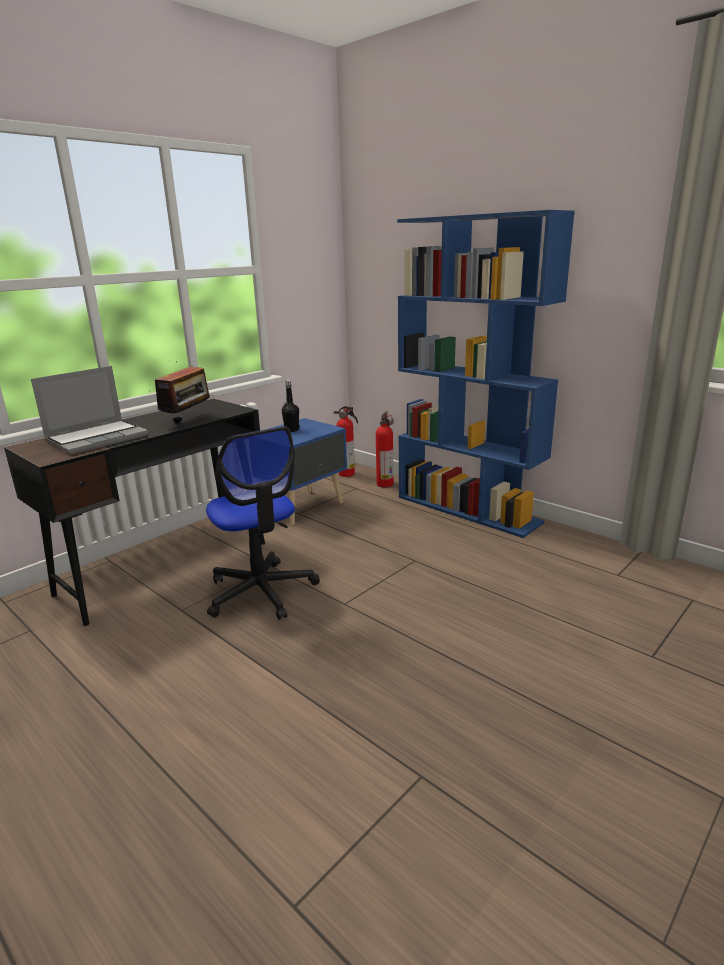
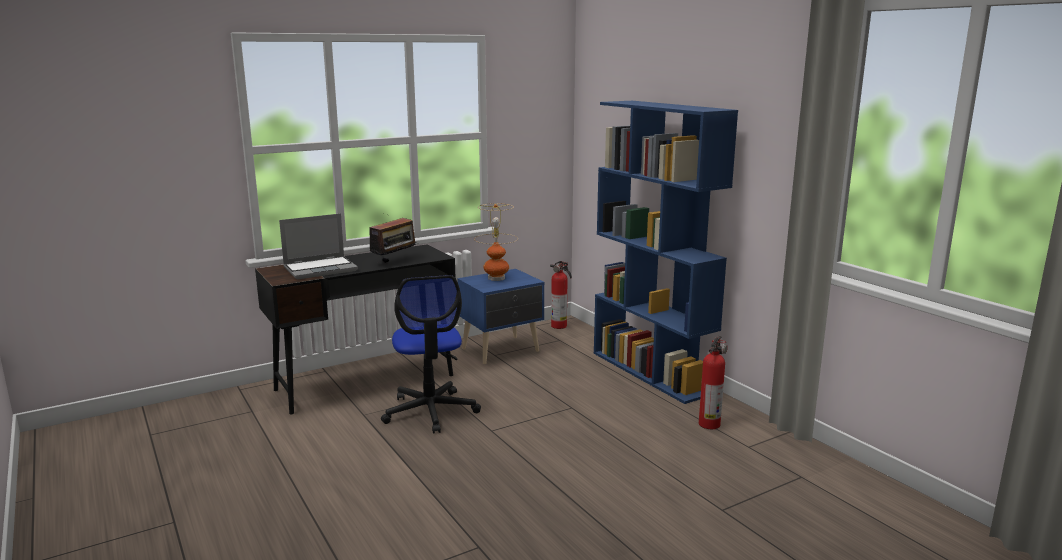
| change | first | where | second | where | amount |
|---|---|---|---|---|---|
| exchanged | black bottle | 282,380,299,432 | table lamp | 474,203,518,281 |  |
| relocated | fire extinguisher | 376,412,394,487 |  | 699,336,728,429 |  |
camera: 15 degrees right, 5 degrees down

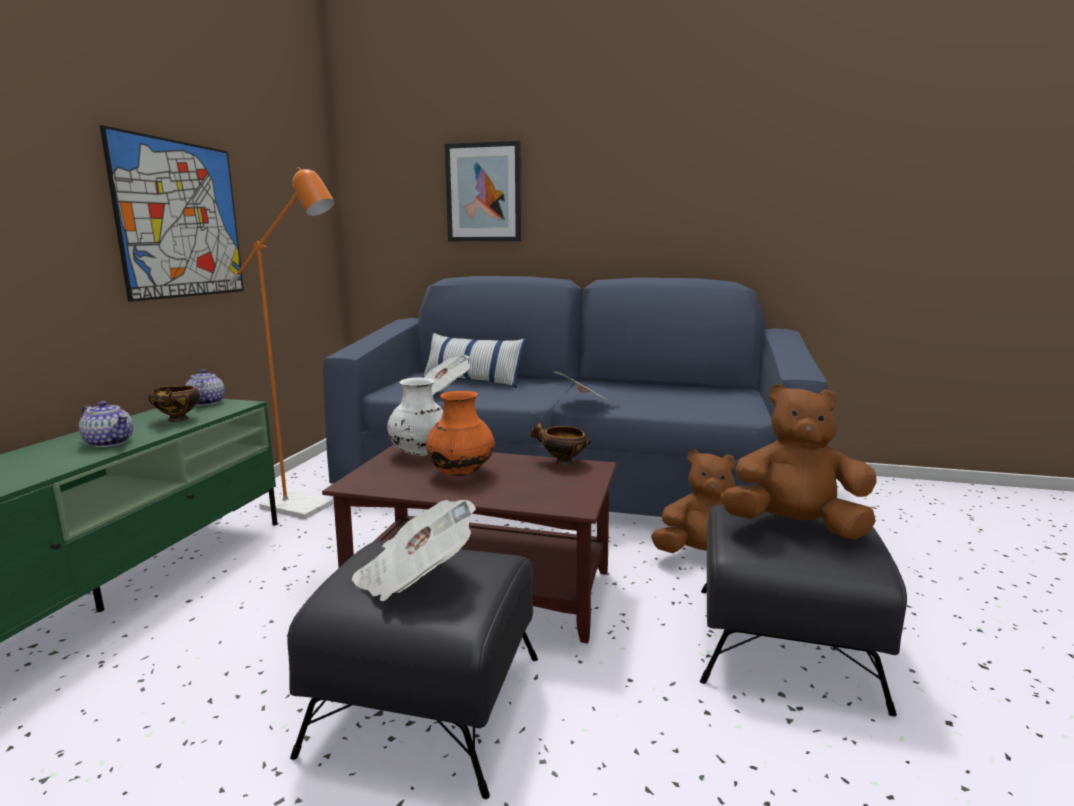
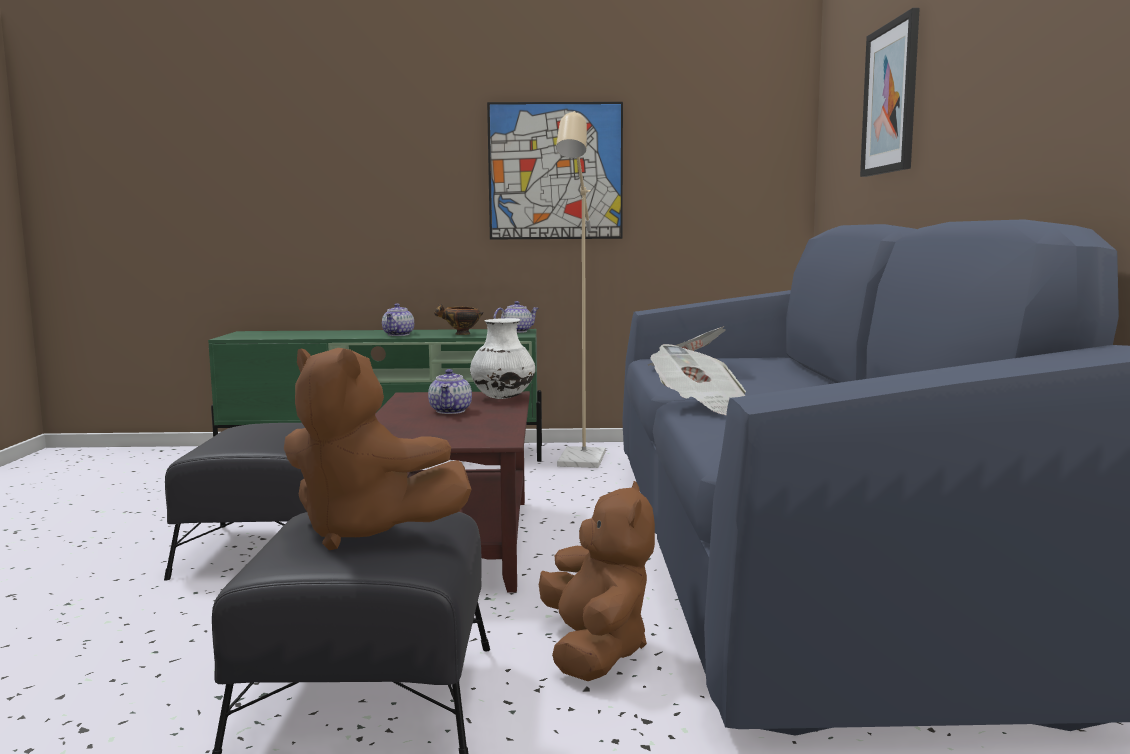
| change | first | where | second | where | amount |
|---|---|---|---|---|---|
| colour | orange floor lamp | 228,167,335,519 | beige floor lamp | 556,111,605,468 |  |
| missing | newspaper | 352,500,476,601 |  |  |  |
| missing | pillow | 422,333,526,388 |  |  |  |
| exchanged | orange vase | 426,391,495,476 | teapot | 428,369,472,414 |  |
| missing | bowl | 530,422,592,466 |  |  |  |
| spun | brown plush toy | 721,384,876,540 |  | 284,348,472,550 | 120 degrees clockwise |
camera: 75 degrees right, 5 degrees down

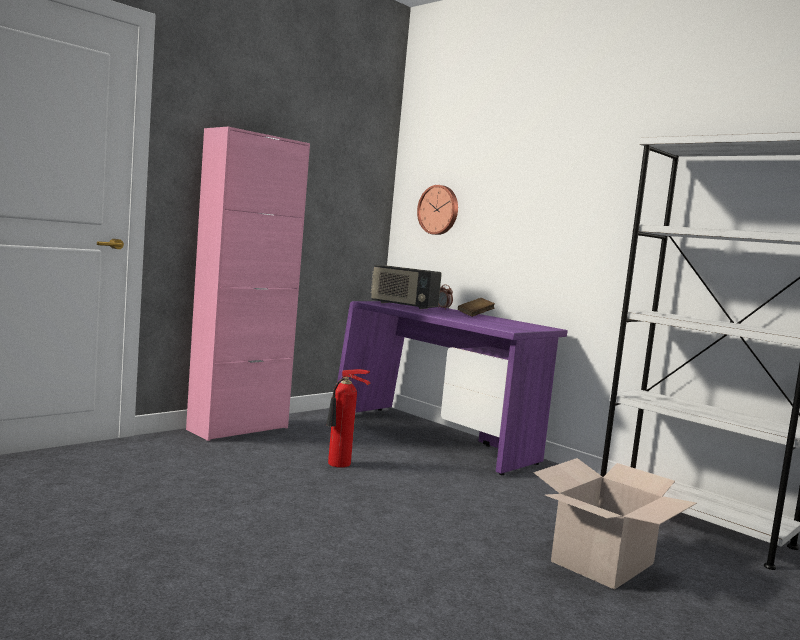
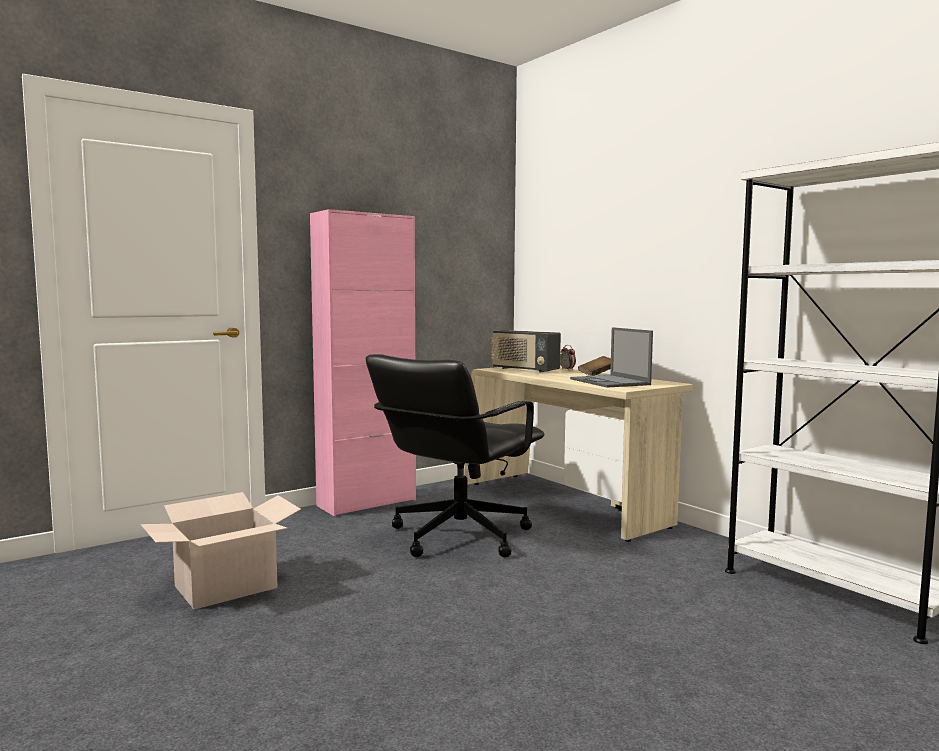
| change | first | where | second | where | amount |
|---|---|---|---|---|---|
| exchanged | fire extinguisher | 326,369,371,468 | black office chair | 366,354,544,558 |  |
| colour | purple desk | 337,301,568,475 | beige desk | 464,367,693,542 |  |
| missing | wall clock | 417,185,458,235 |  |  |  |
| relocated | cardboard box | 534,458,697,590 |  | 141,492,301,610 |  |
| appeared |  |  | laptop | 570,327,653,388 |  |
camera: 10 degrees right, 0 degrees up

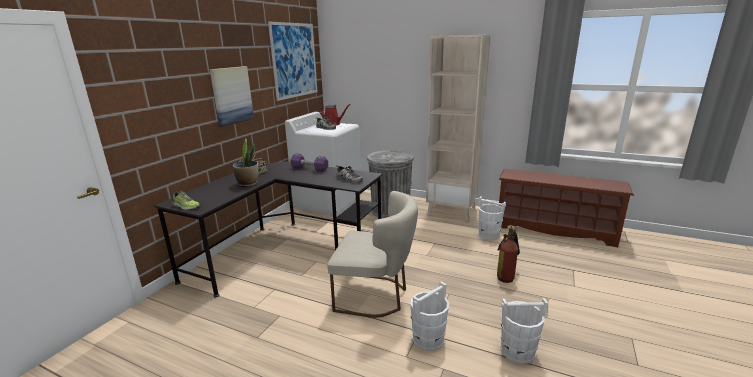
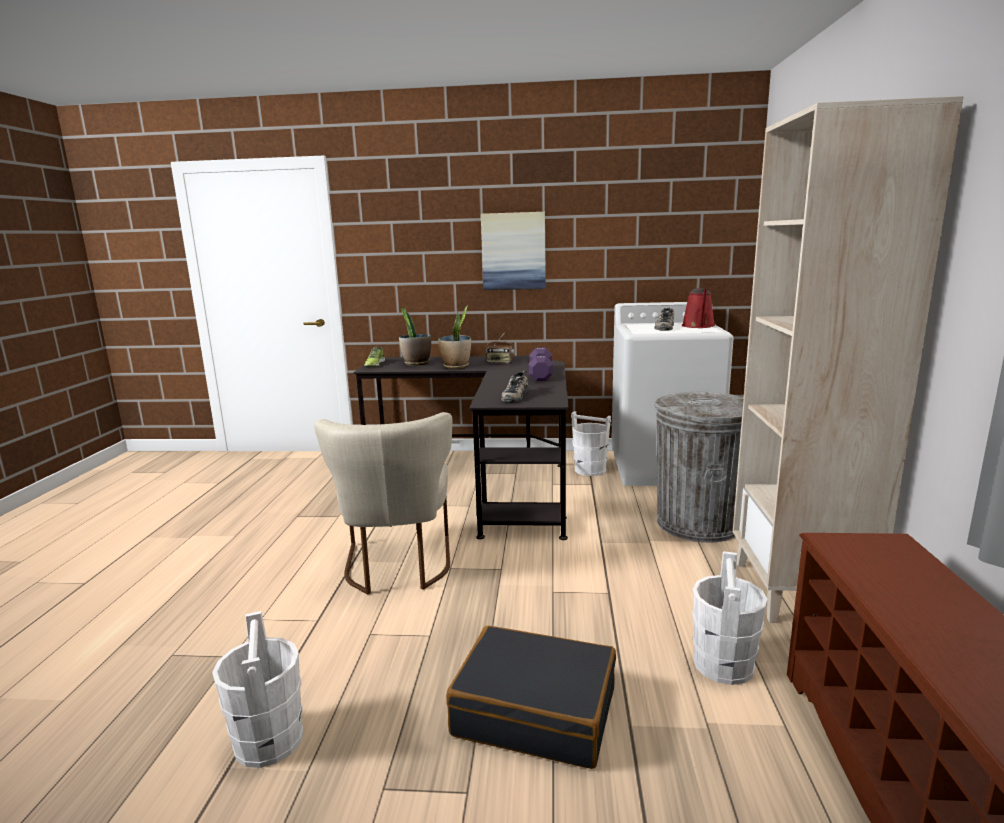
| change | first | where | second | where | amount |
|---|---|---|---|---|---|
| missing | picture | 268,21,318,101 |  |  |  |
| relocated | white bucket | 410,281,449,351 |  | 571,411,611,476 |  |
| exchanged | fire extinguisher | 497,225,520,283 | black suitcase | 446,626,616,769 |  |
| appeared |  |  | potted plant | 399,307,431,366 |  |
camera: 70 degrees right, 5 degrees down

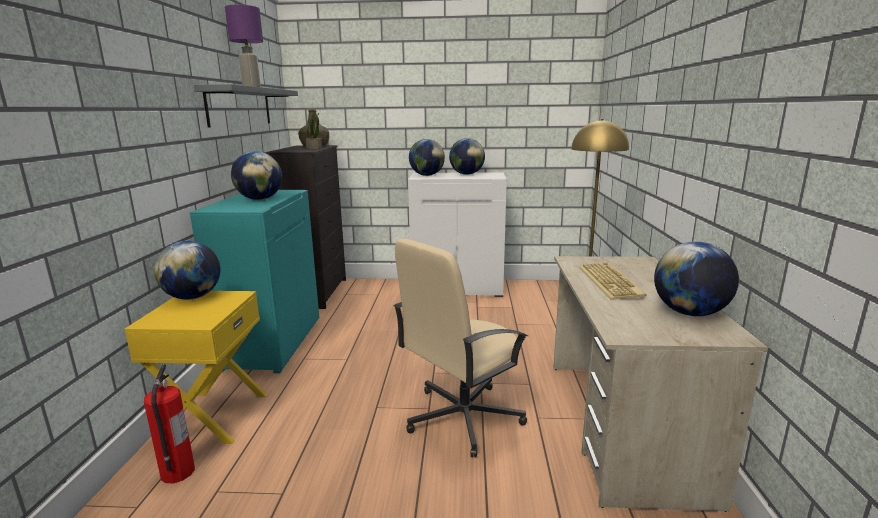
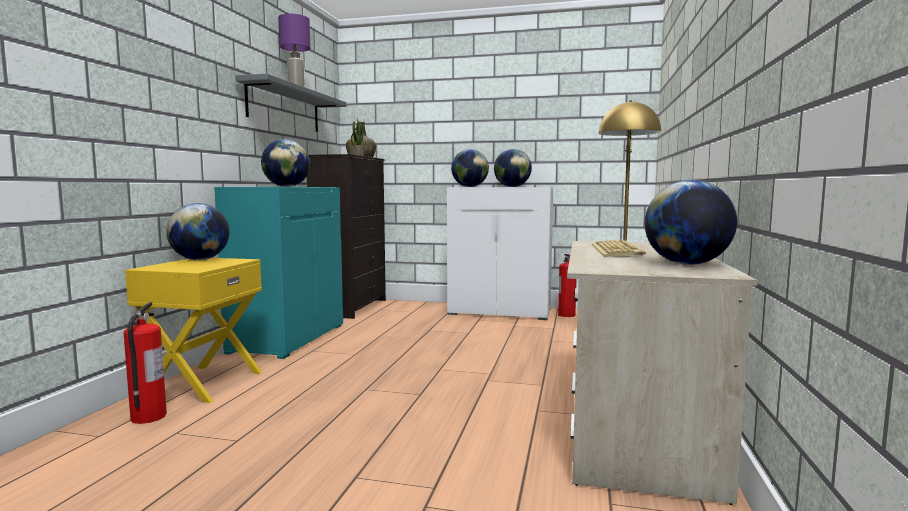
| change | first | where | second | where | amount |
|---|---|---|---|---|---|
| missing | beige office chair | 394,239,528,457 |  |  |  |
| appeared |  |  | fire extinguisher | 558,254,576,317 |  |
camera: 10 degrees right, 10 degrees down

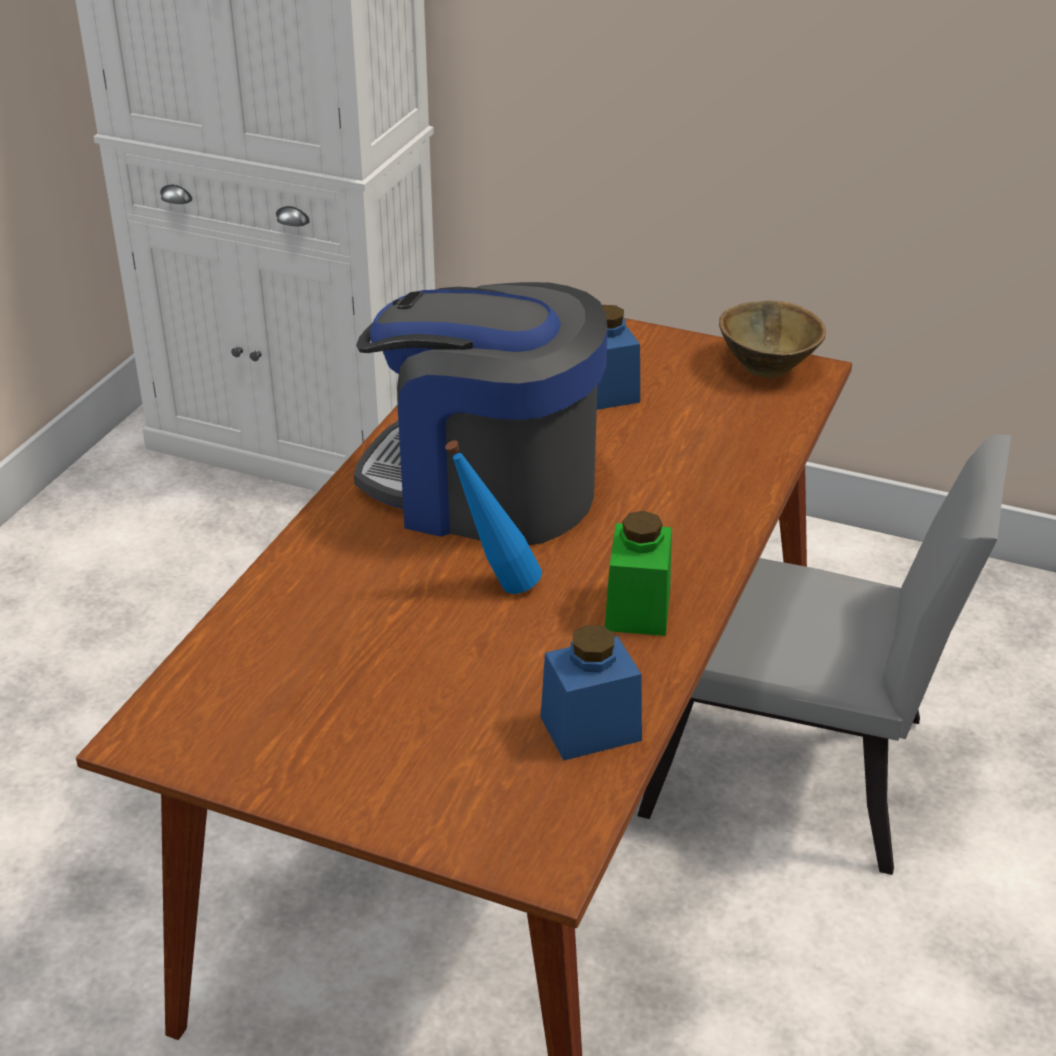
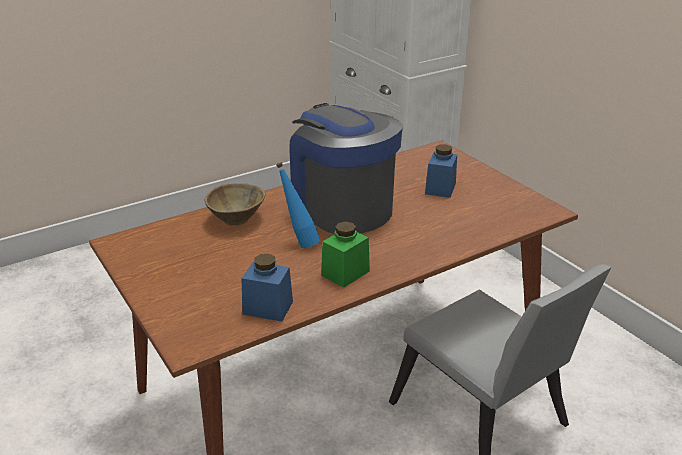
| change | first | where | second | where | amount |
|---|---|---|---|---|---|
| relocated | brown bowl | 719,301,826,378 |  | 205,183,266,226 |  |
camera: 35 degrees right, 5 degrees down

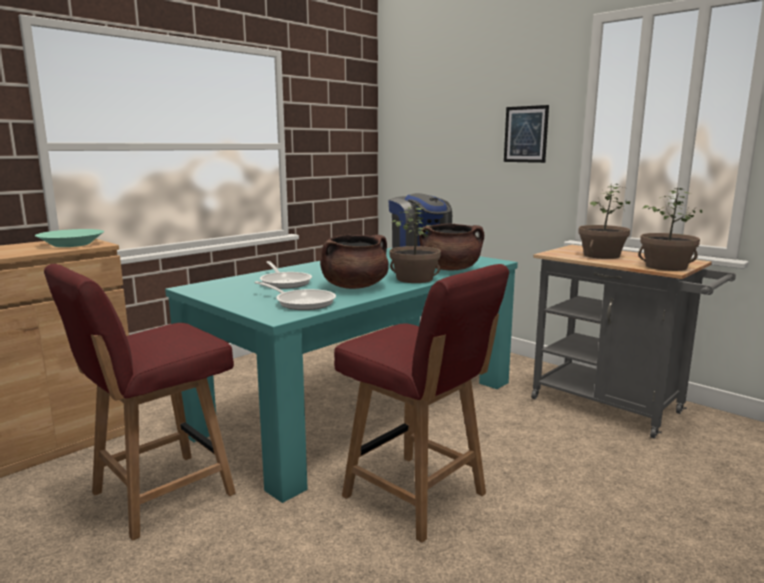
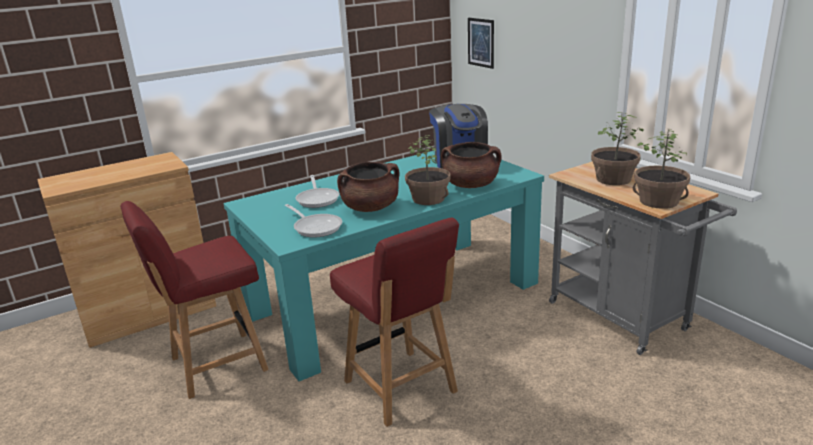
| change | first | where | second | where | amount |
|---|---|---|---|---|---|
| missing | turquoise bowl | 35,229,104,247 |  |  |  |
| relocated | picture | 504,105,549,163 |  | 468,18,494,69 |  |
camera: 15 degrees right, 10 degrees up

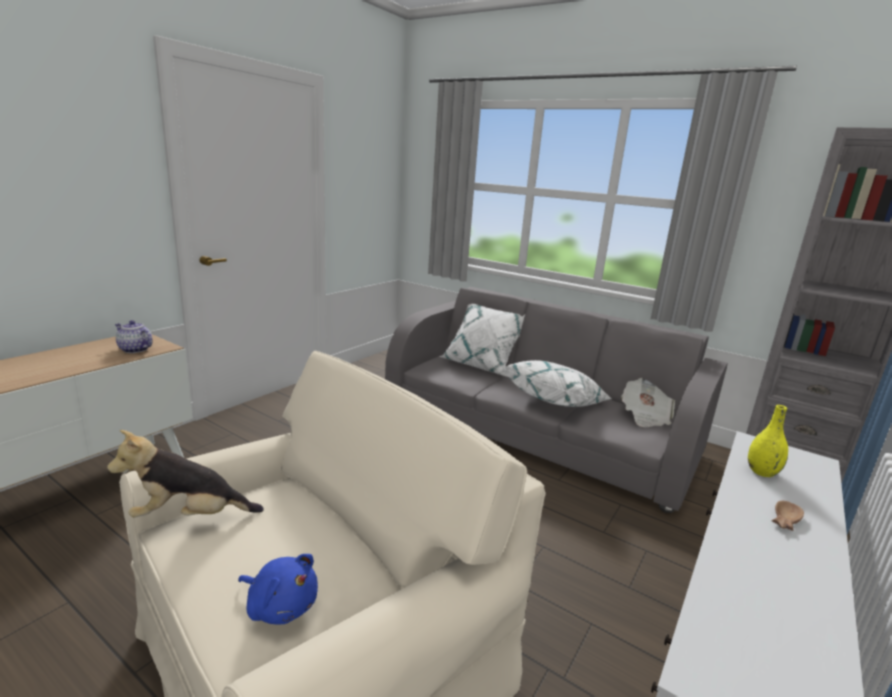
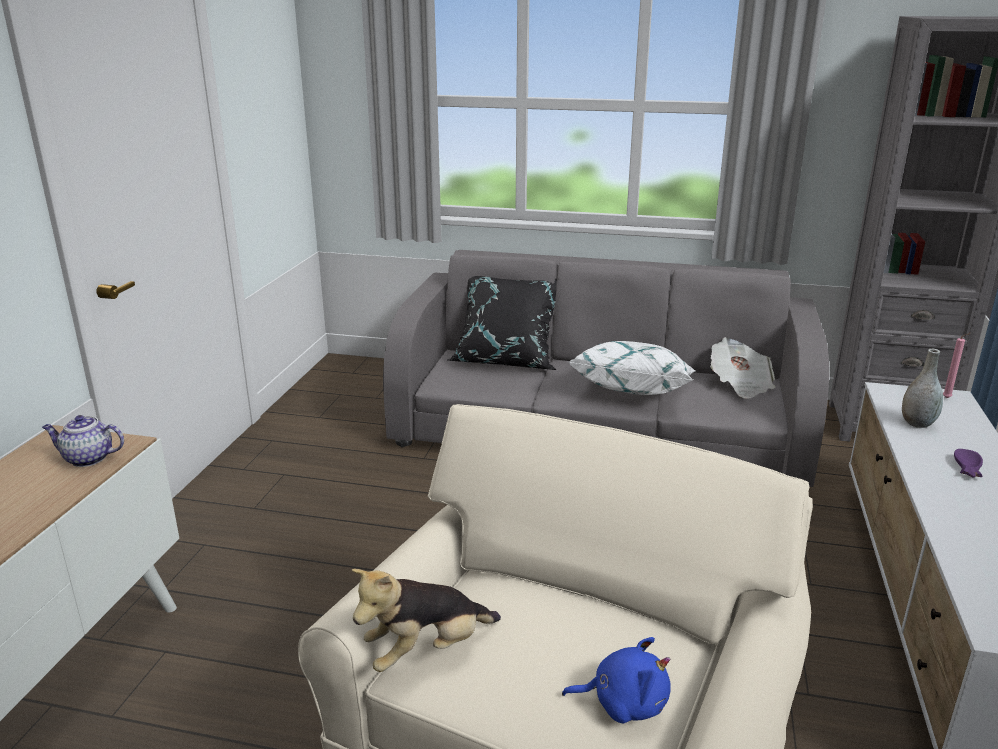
| change | first | where | second | where | amount |
|---|---|---|---|---|---|
| colour | white pillow | 440,304,525,377 | black pillow | 448,276,557,370 |  |
| colour | yellow vase | 748,405,788,477 | grey vase | 902,349,943,428 |  |
| colour | brown bowl | 771,501,804,531 | purple bowl | 954,449,983,478 |  |
| appeared |  |  | pink candle | 943,333,970,398 |  |
camera: 20 degrees left, 5 degrees up

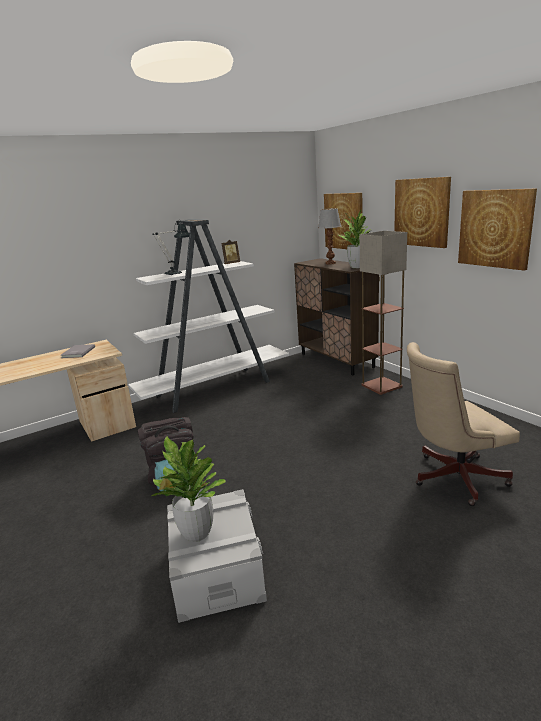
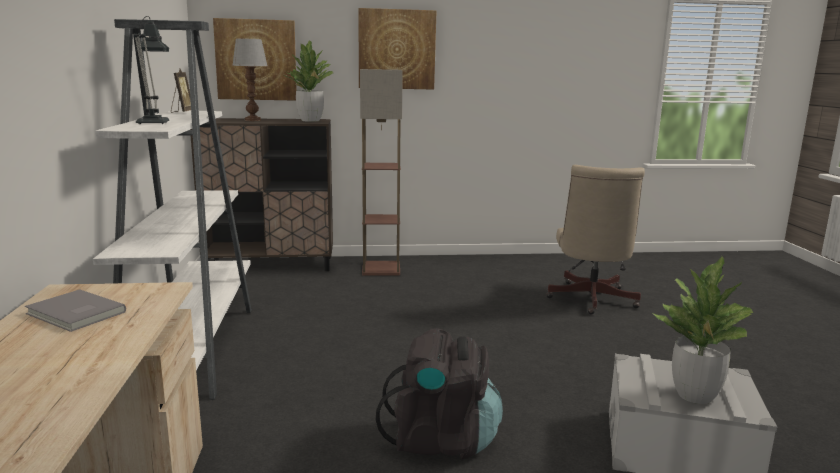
| change | first | where | second | where | amount |
|---|---|---|---|---|---|
| missing | picture | 458,188,537,271 |  |  |  |
camera: 65 degrees left, 5 degrees down

